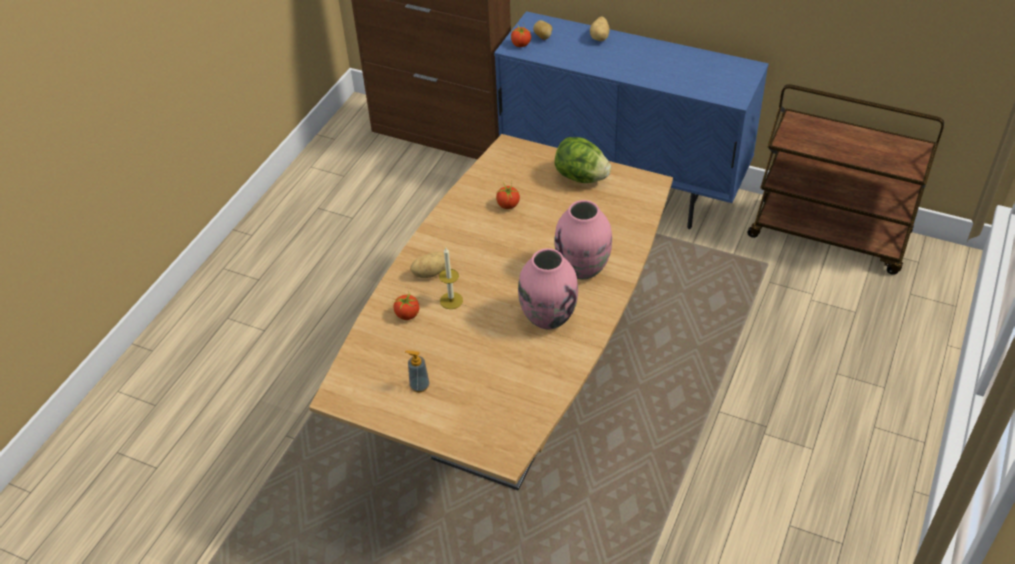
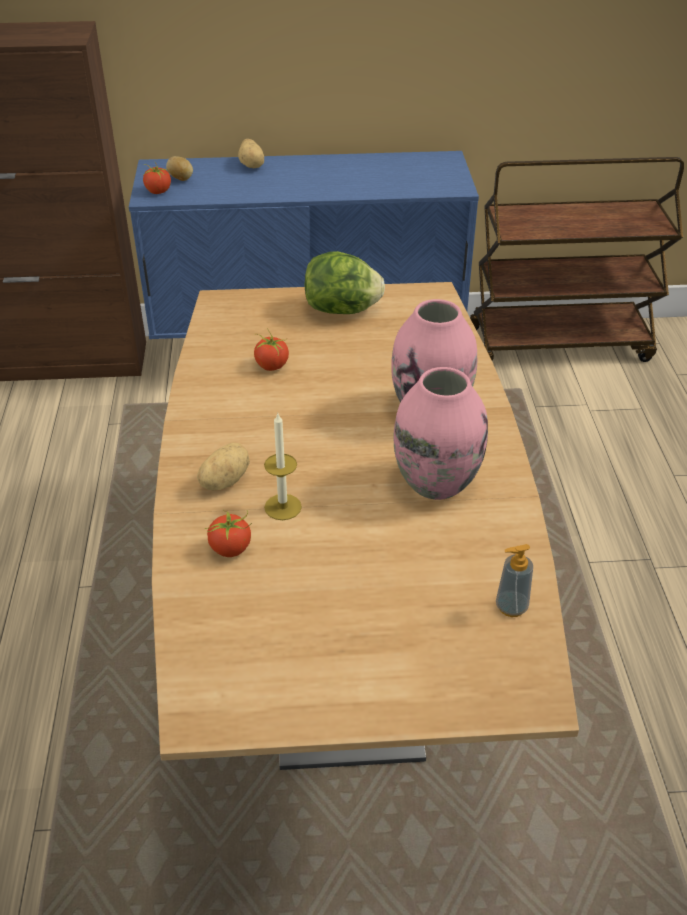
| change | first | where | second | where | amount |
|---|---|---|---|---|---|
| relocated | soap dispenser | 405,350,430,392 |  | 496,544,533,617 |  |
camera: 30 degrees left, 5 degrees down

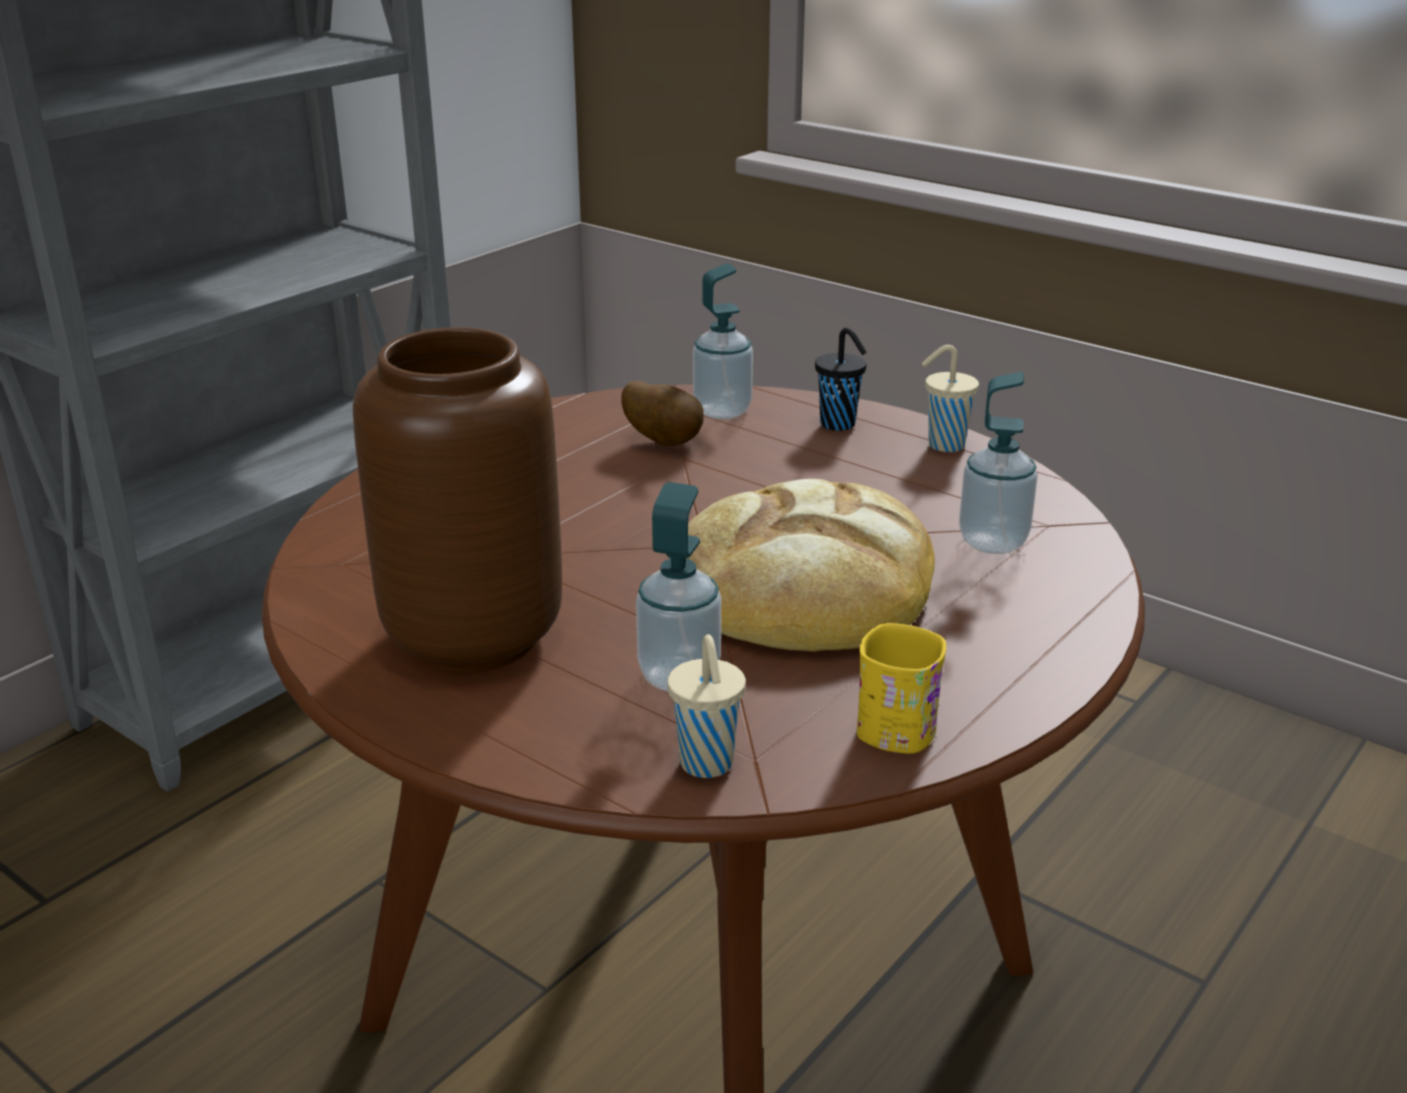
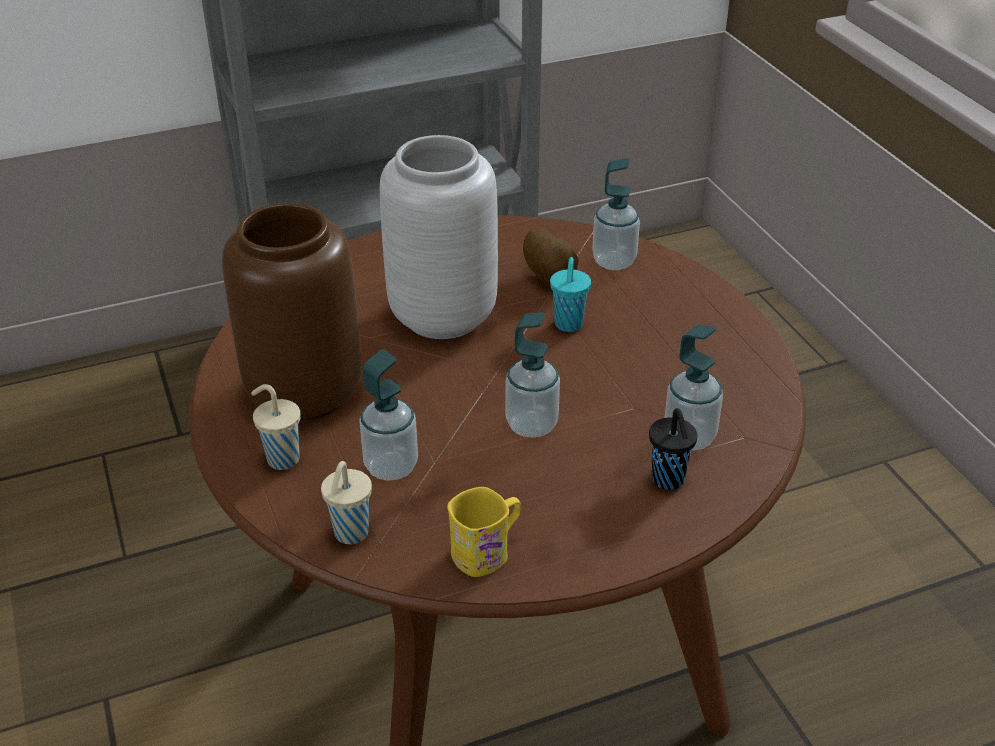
| change | first | where | second | where | amount |
|---|---|---|---|---|---|
| exchanged | bread | 687,479,935,652 | soap dispenser | 506,312,560,438 |  |
| relocated | black cup | 815,327,867,431 |  | 649,408,697,490 |  |
| relocated | beige cup | 921,345,979,452 |  | 251,384,301,470 |  |
| appeared |  |  | grey vase | 380,135,498,339 |  |
| appeared |  |  | turquoise cup | 550,257,591,332 |  |
camera: 30 degrees right, 10 degrees up

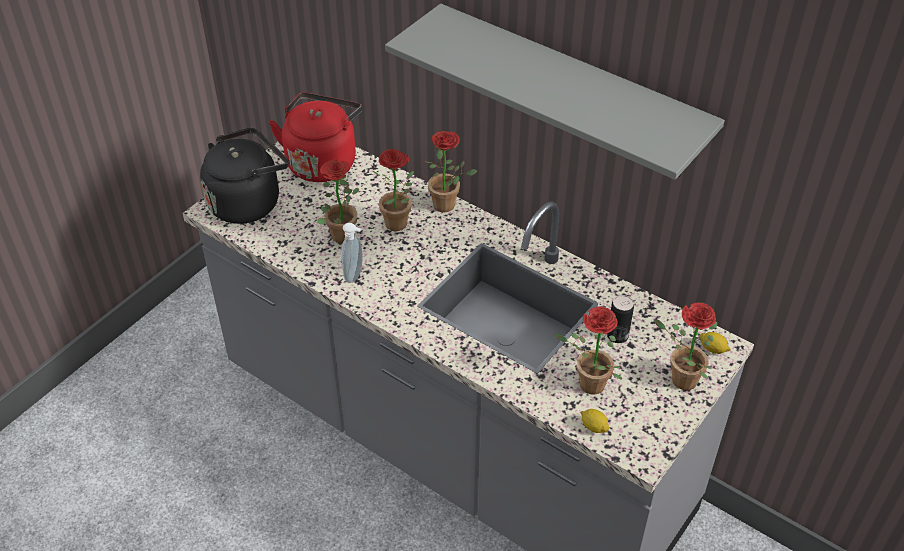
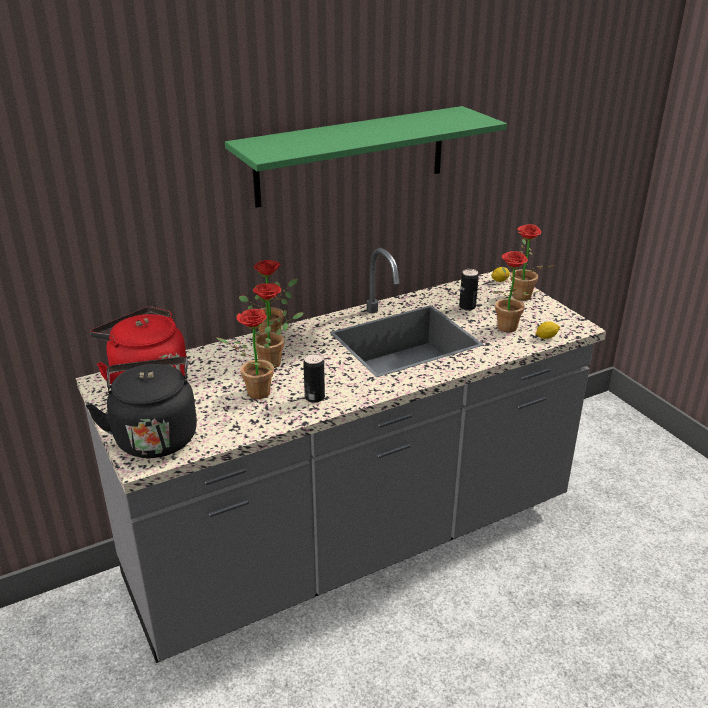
| change | first | where | second | where | amount |
|---|---|---|---|---|---|
| exchanged | soap dispenser | 341,223,362,283 | can | 303,353,325,403 |  |
| colour | grey shelf | 385,4,725,180 | green shelf | 225,106,507,208 |  |
camera: 65 degrees left, 15 degrees down

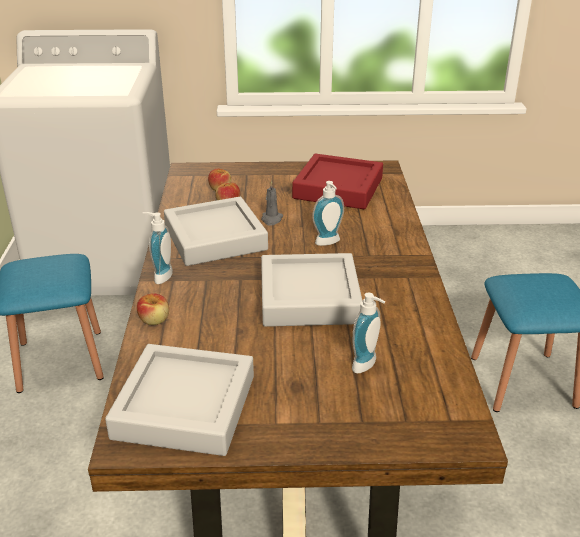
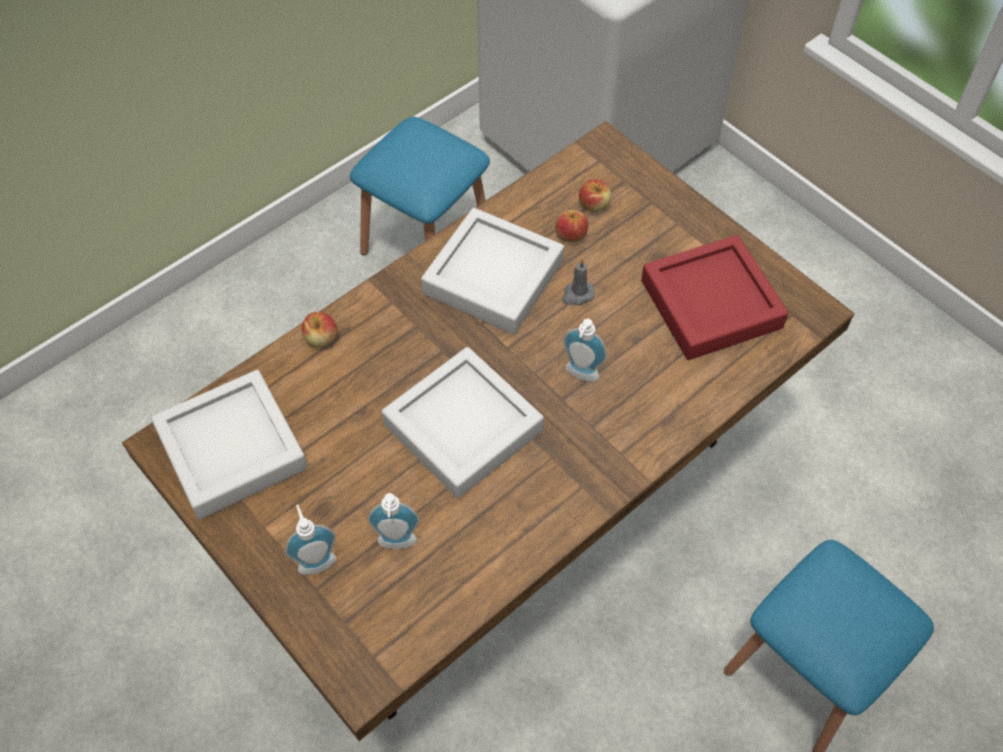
| change | first | where | second | where | amount |
|---|---|---|---|---|---|
| relocated | soap dispenser | 143,212,173,284 |  | 284,505,336,575 |  |
camera: 50 degrees right, 25 degrees up

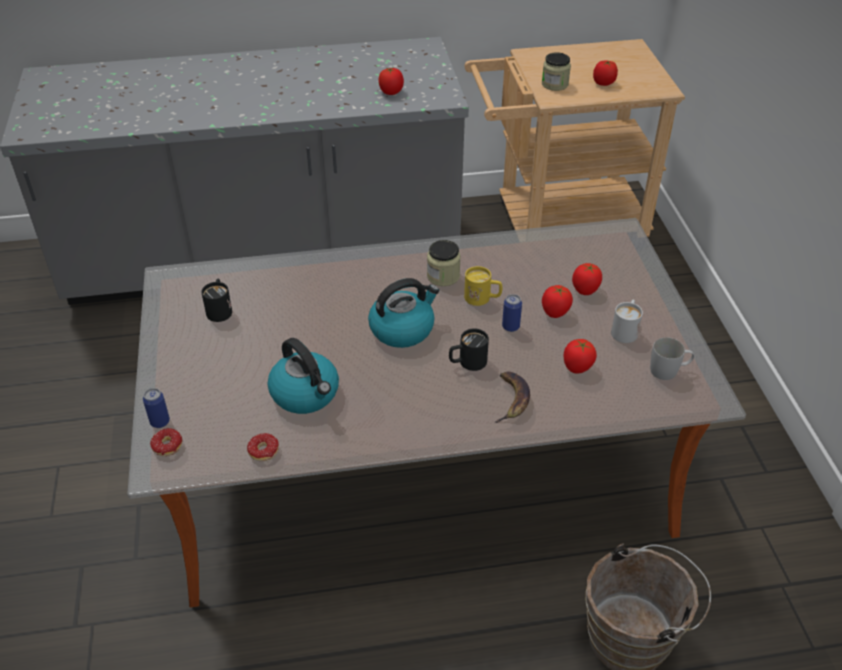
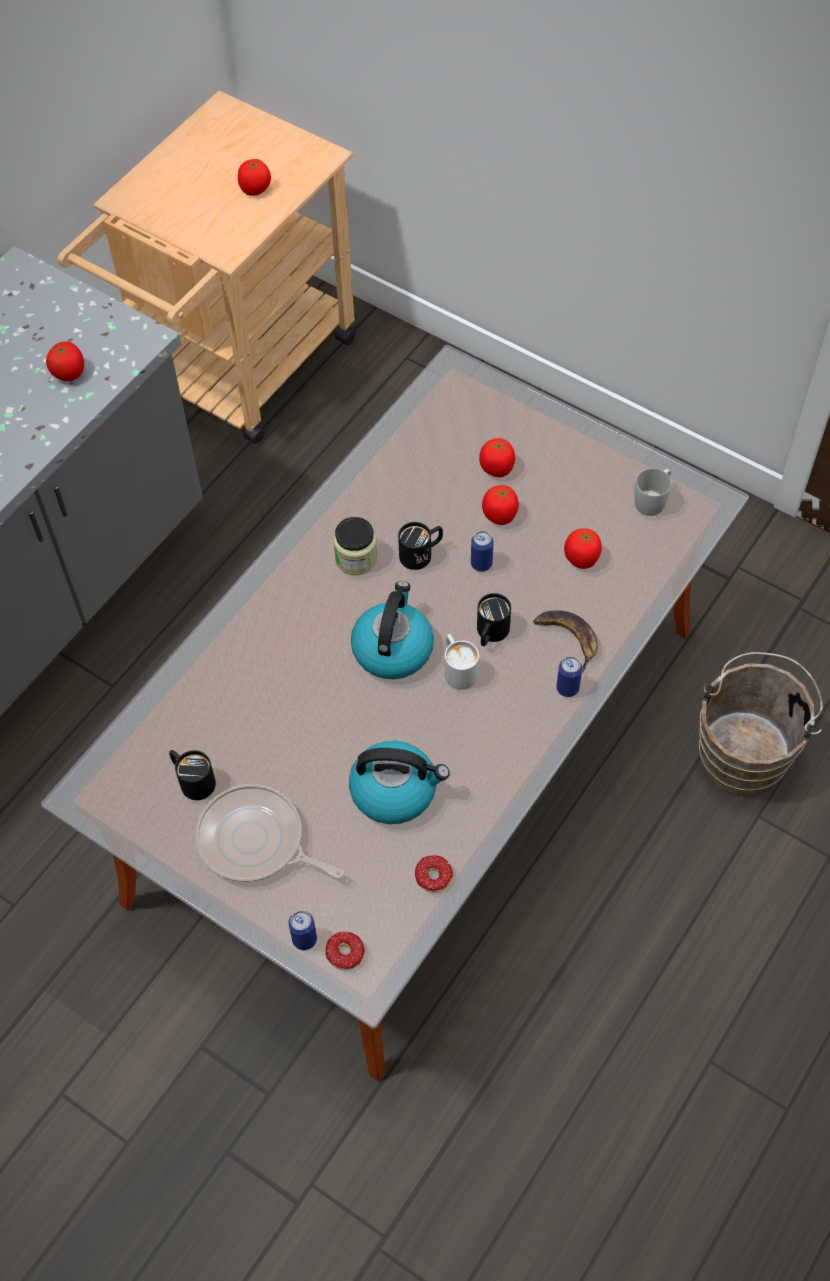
| change | first | where | second | where | amount |
|---|---|---|---|---|---|
| colour | yellow mug | 464,266,502,306 | black mug | 398,522,443,570 |  |
| missing | jar | 542,52,571,91 |  |  |  |
| relocated | white mug | 611,300,643,343 |  | 445,634,479,690 |  |
| appeared |  |  | frying pan | 195,784,344,883 |  |
| appeared |  |  | can | 557,656,582,697 |  |
camera: 45 degrees left, 15 degrees up

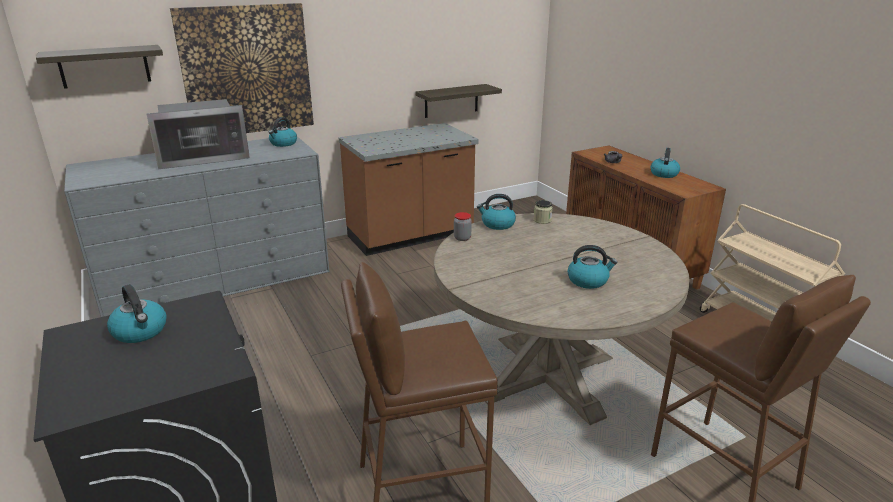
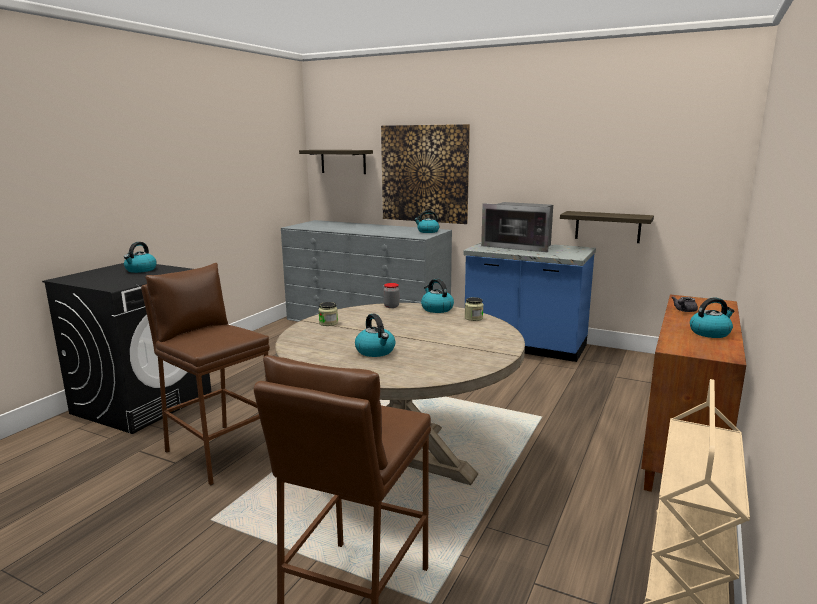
| change | first | where | second | where | amount |
|---|---|---|---|---|---|
| relocated | microwave | 146,99,250,169 |  | 481,202,553,252 |  |
| colour | brown counter | 339,123,479,256 | blue counter | 463,242,596,362 |  |
| appeared |  |  | jar | 318,302,338,326 |  |
camera: 55 degrees right, 10 degrees down

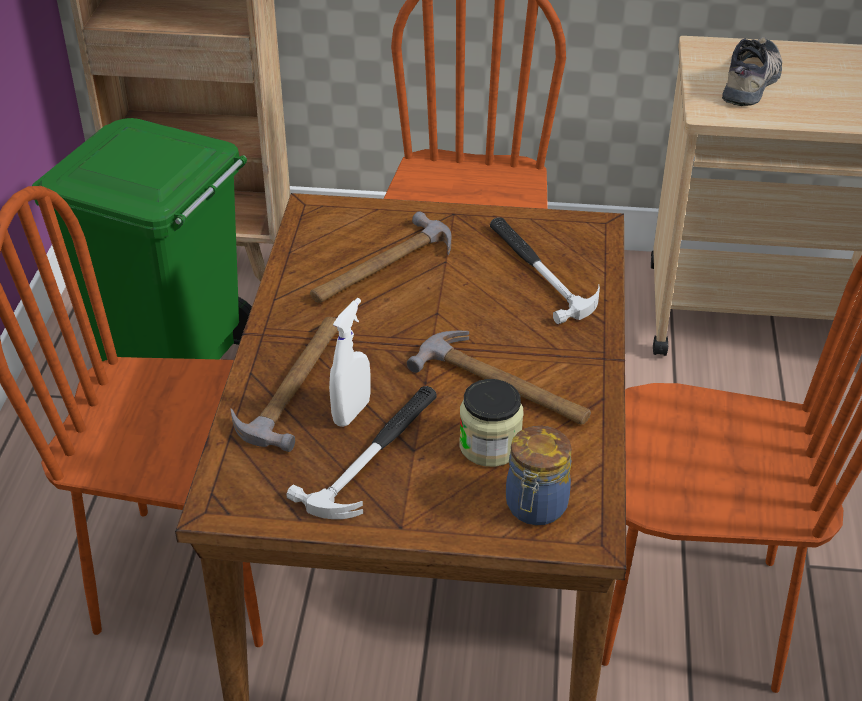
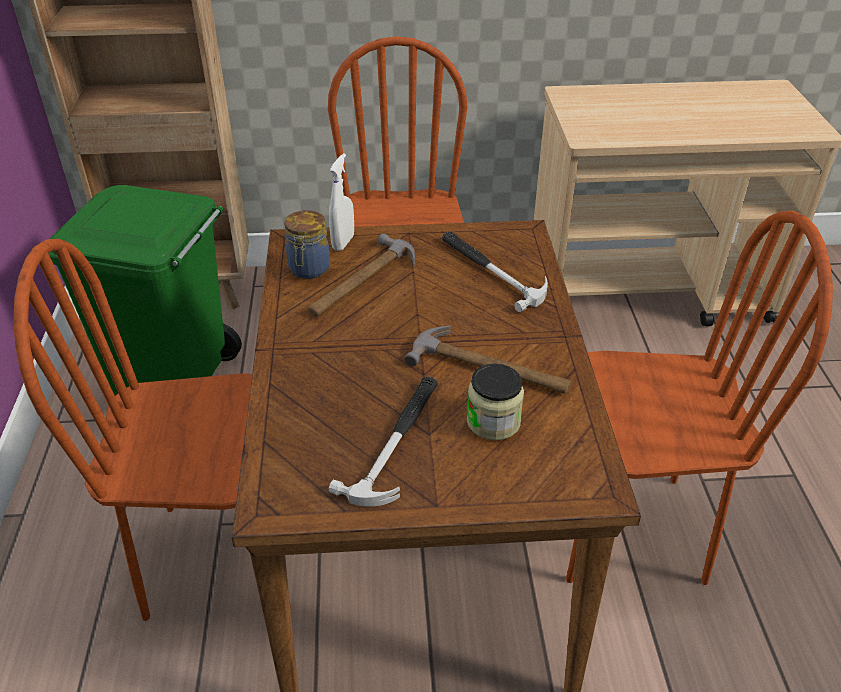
| change | first | where | second | where | amount |
|---|---|---|---|---|---|
| missing | hammer | 231,317,338,452 |  |  |  |
| relocated | white spray bottle | 329,298,371,427 |  | 329,153,354,251 |  |
| relocated | jar | 506,426,572,525 |  | 284,210,330,279 |  |
| missing | shoe | 722,37,782,106 |  |  |  |
camera: 10 degrees left, 0 degrees up

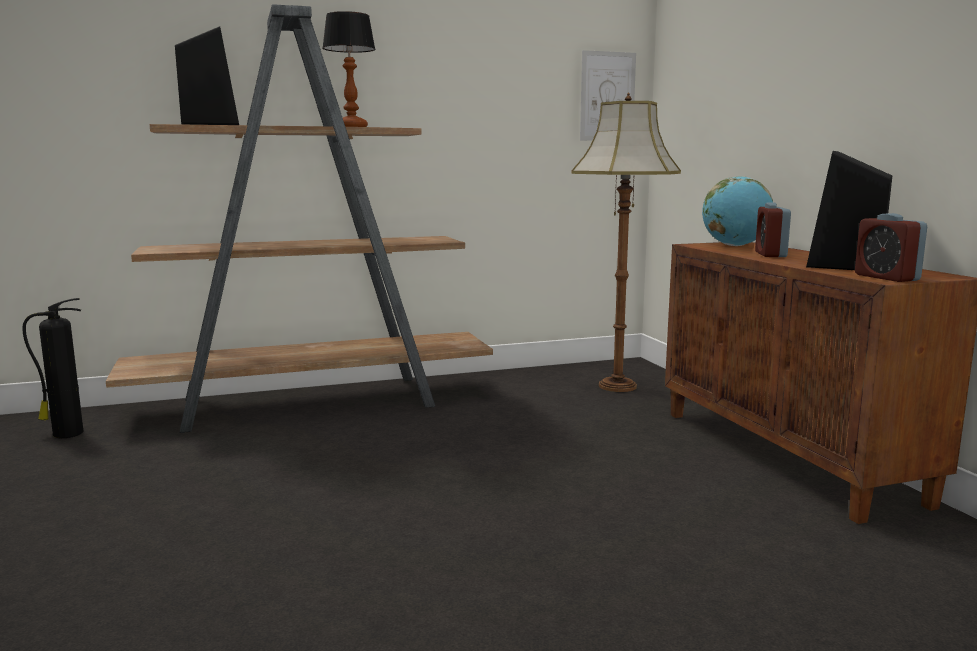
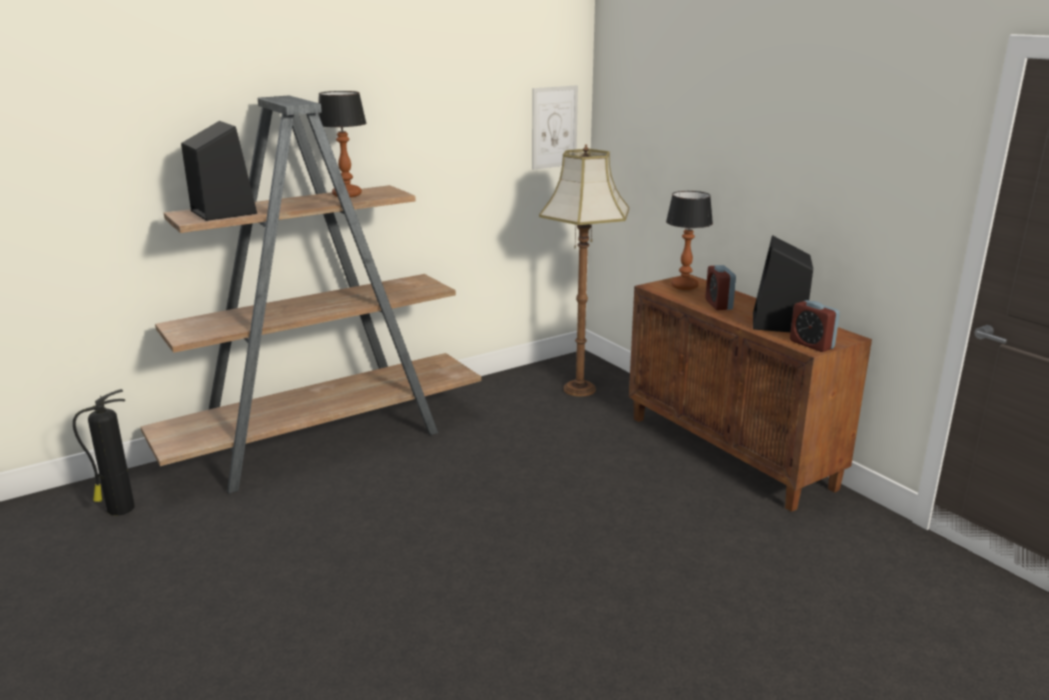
| change | first | where | second | where | amount |
|---|---|---|---|---|---|
| exchanged | globe | 702,176,773,246 | table lamp | 666,191,713,290 |  |
camera: 15 degrees left, 10 degrees up

